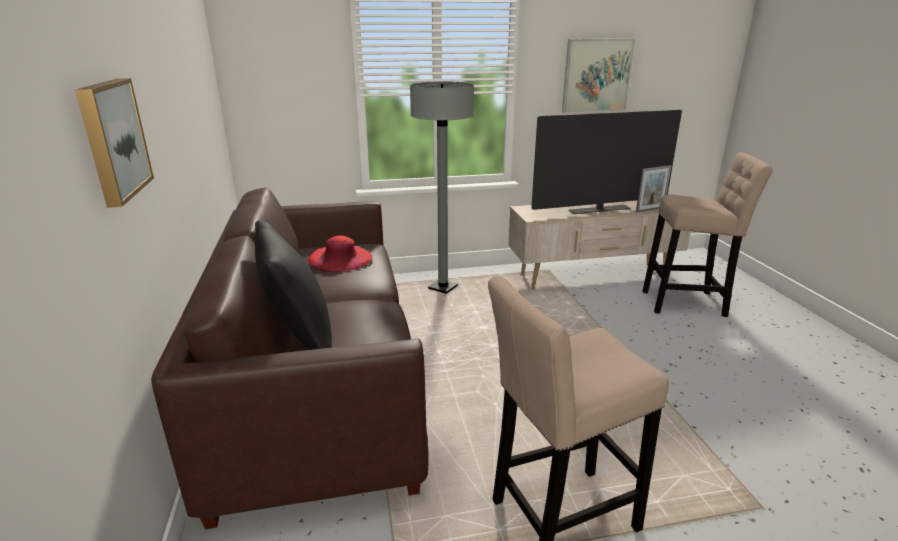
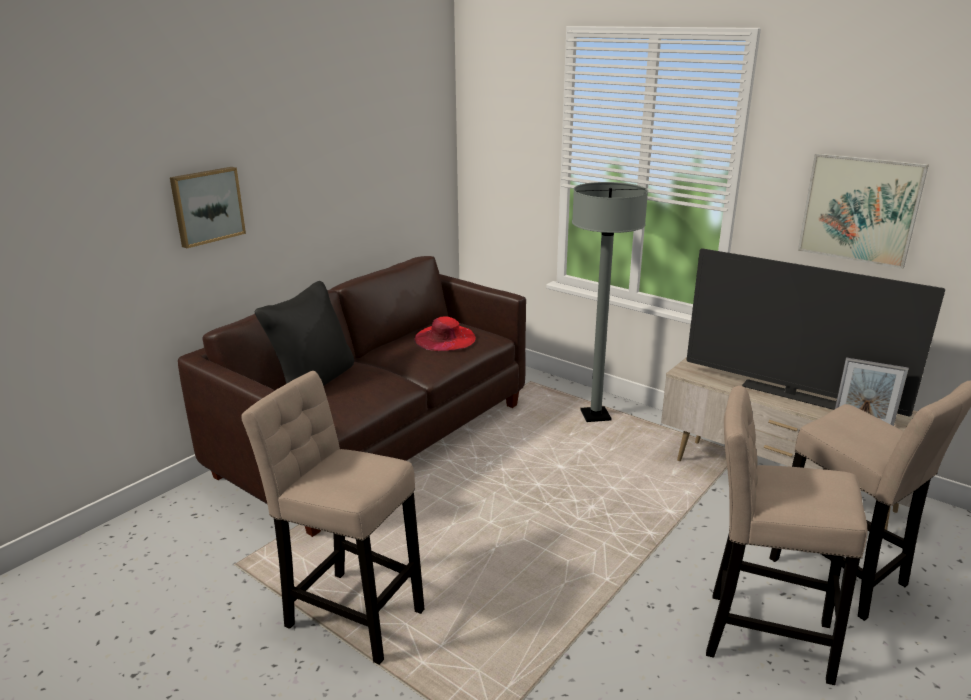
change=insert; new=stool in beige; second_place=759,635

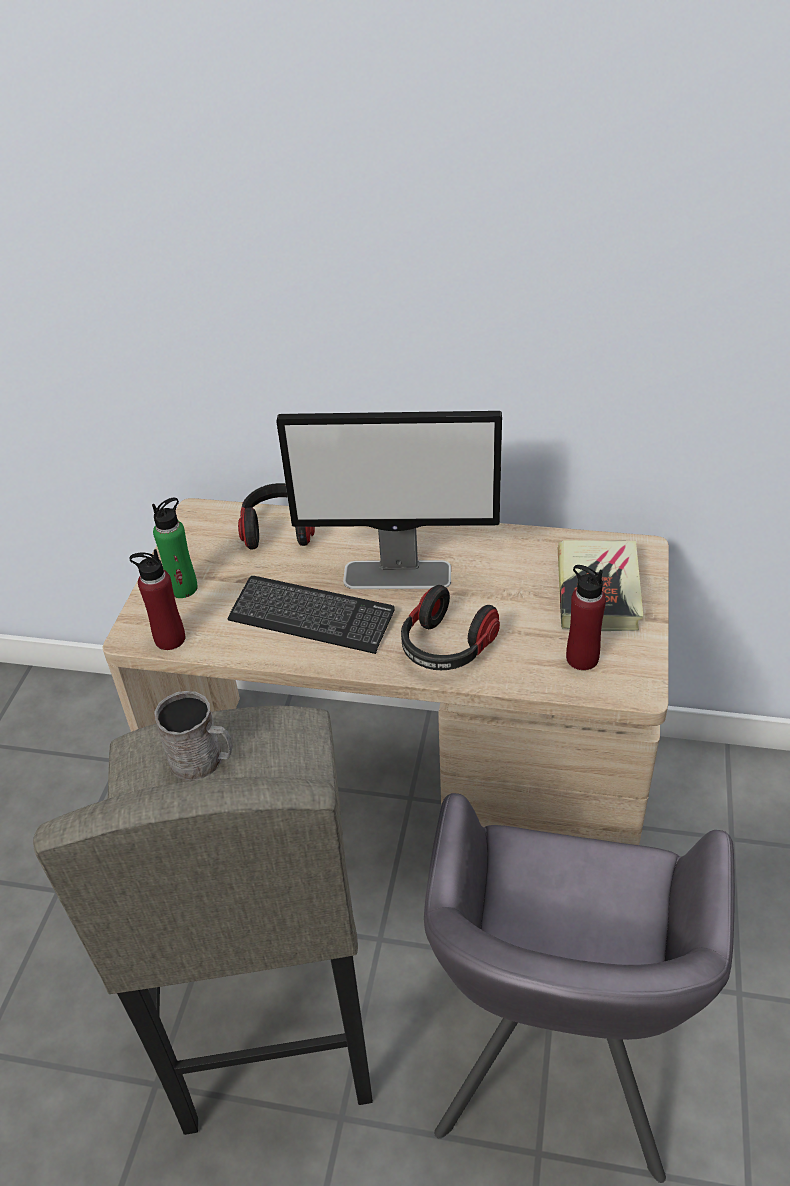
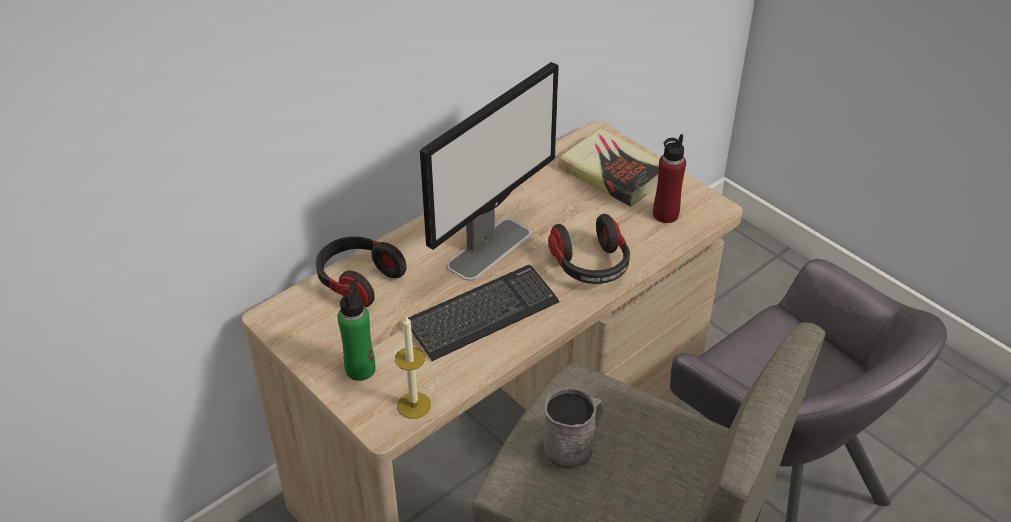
change=replace; old=bottle in red; new=candle; first_place=170,639; second_place=414,405

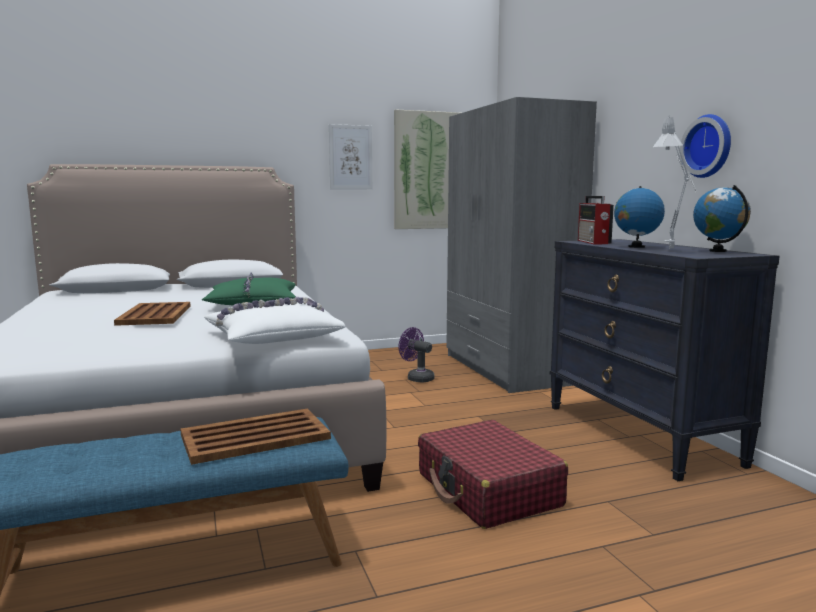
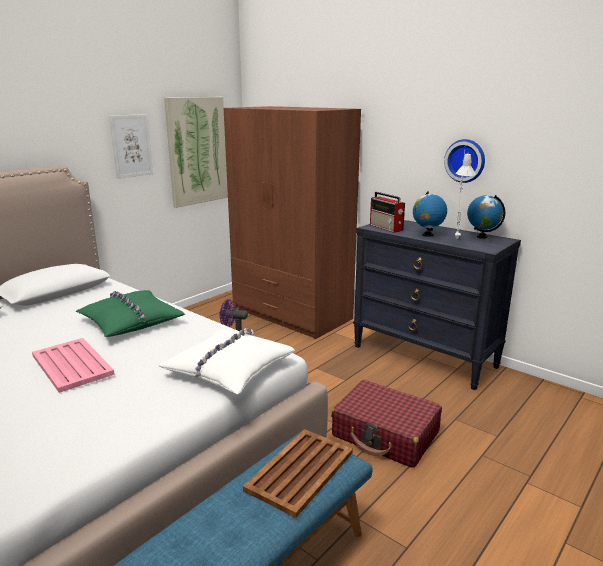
change=recolor; old=tray in brown; new=tray in pink; first_place=155,315; second_place=72,364
change=recolor; old=wardrobe in grey; new=wardrobe in brown; first_place=508,369; second_place=291,314

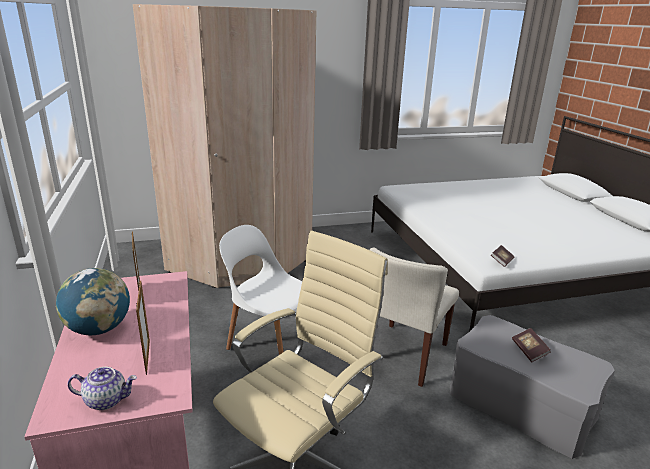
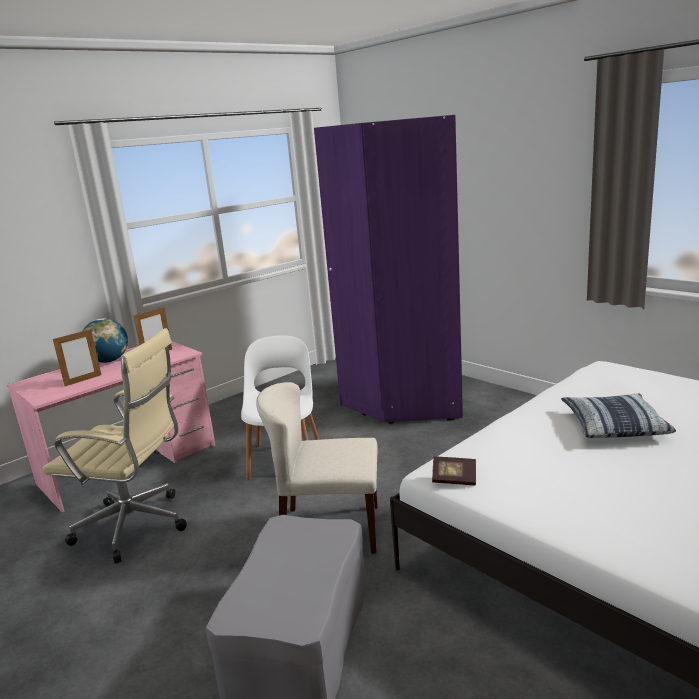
change=delete; old=teapot; first_place=106,400
change=delete; old=book; first_place=529,351
change=insert; new=pillow; second_place=613,425
change=recolor; old=wardrobe in beige; new=wardrobe in purple; first_place=240,262; second_place=400,396

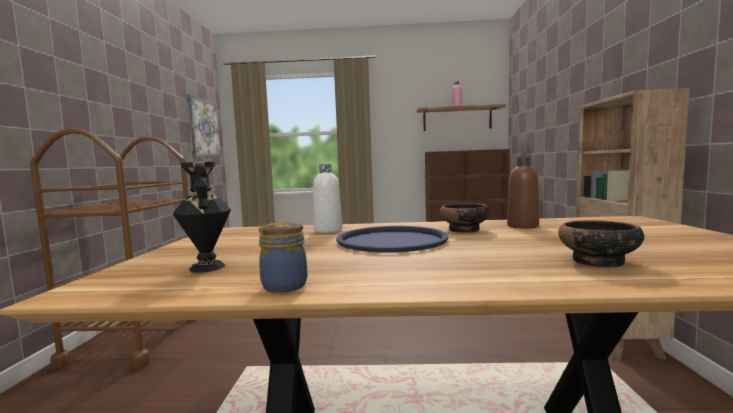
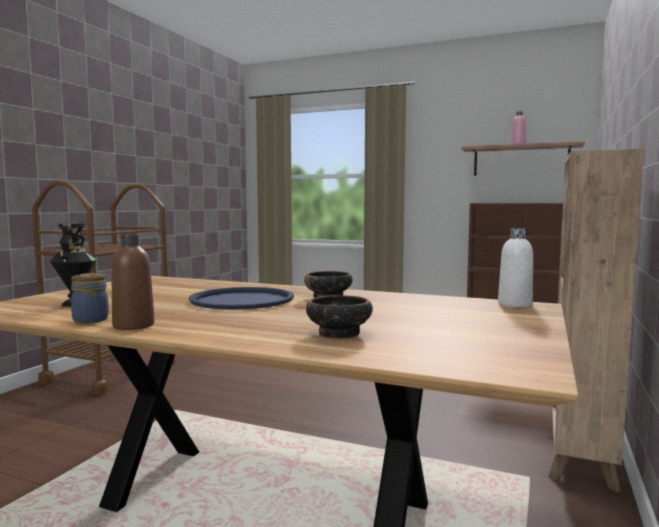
change=delete; old=picture; first_place=203,128
change=move; old=bottle in white; first_place=328,230; second_place=515,304
change=move; old=bottle in brown; first_place=522,226; second_place=133,325

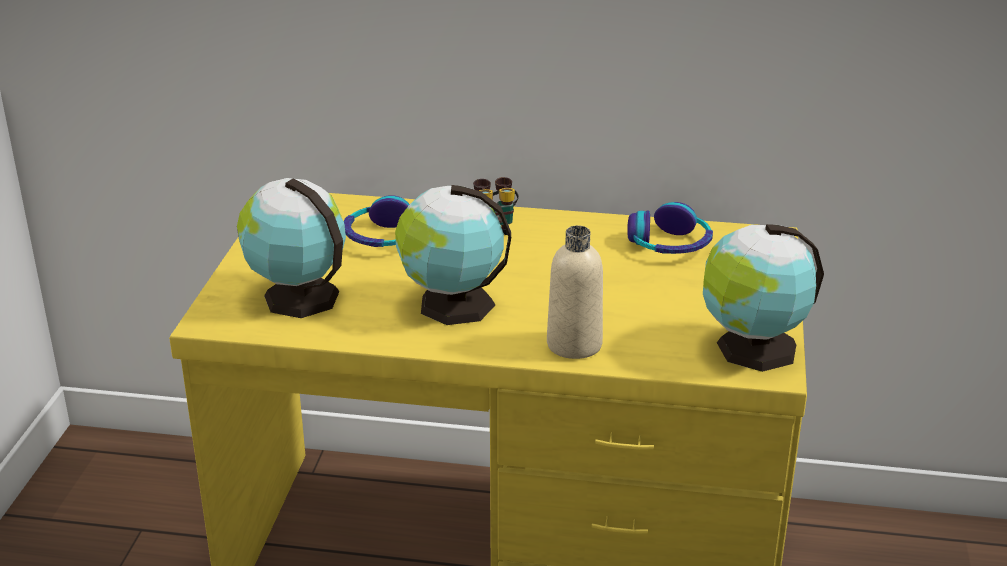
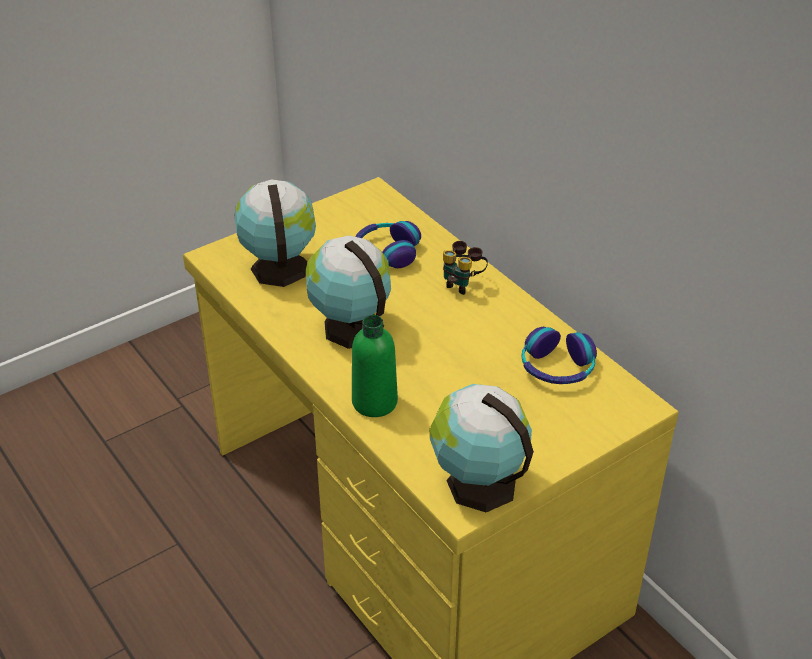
change=recolor; old=bottle in beige; new=bottle in green; first_place=574,344; second_place=374,402

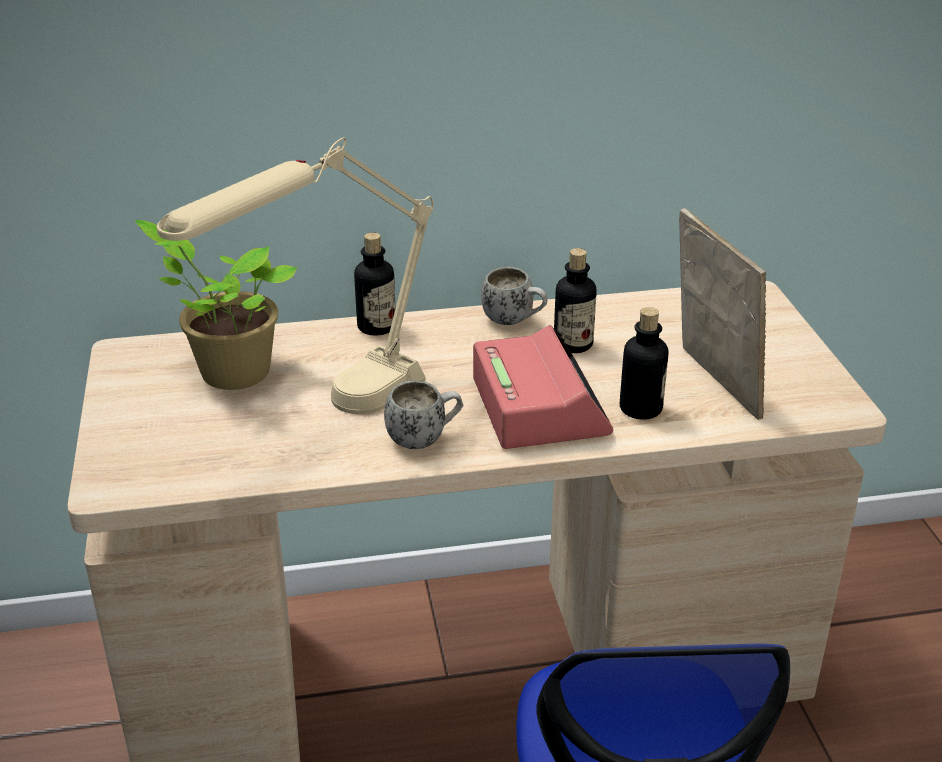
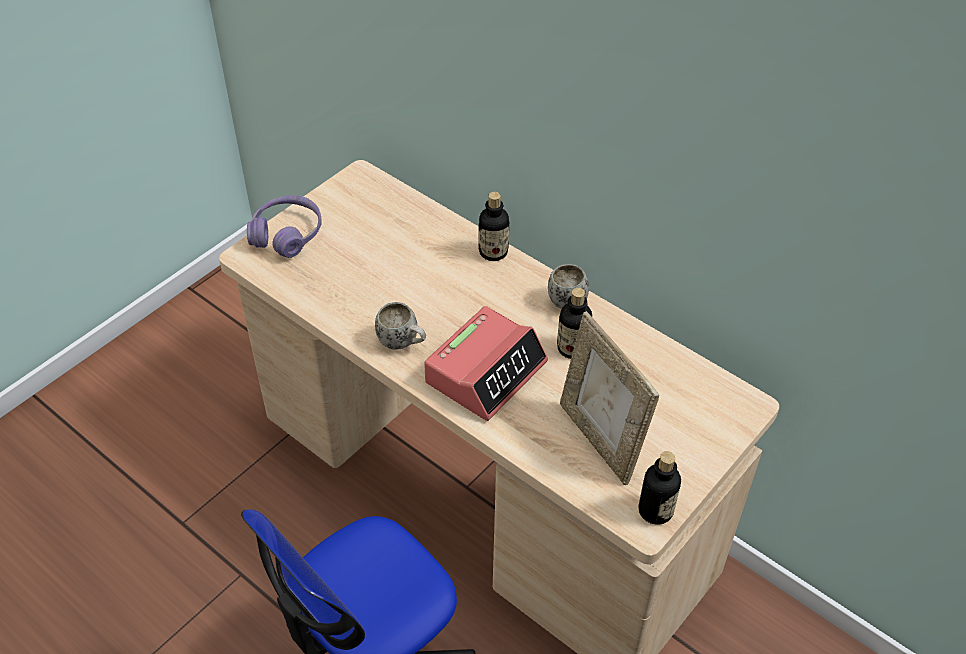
change=delete; old=potted plant; first_place=230,372
change=delete; old=table lamp in beige; first_place=329,417
change=insert; new=headphones in purple; second_place=287,234
change=move; old=bottle; first_place=640,409; second_place=655,511
change=rotate; old=picture frame; first_place=711,384; second_place=600,440; degrees=120

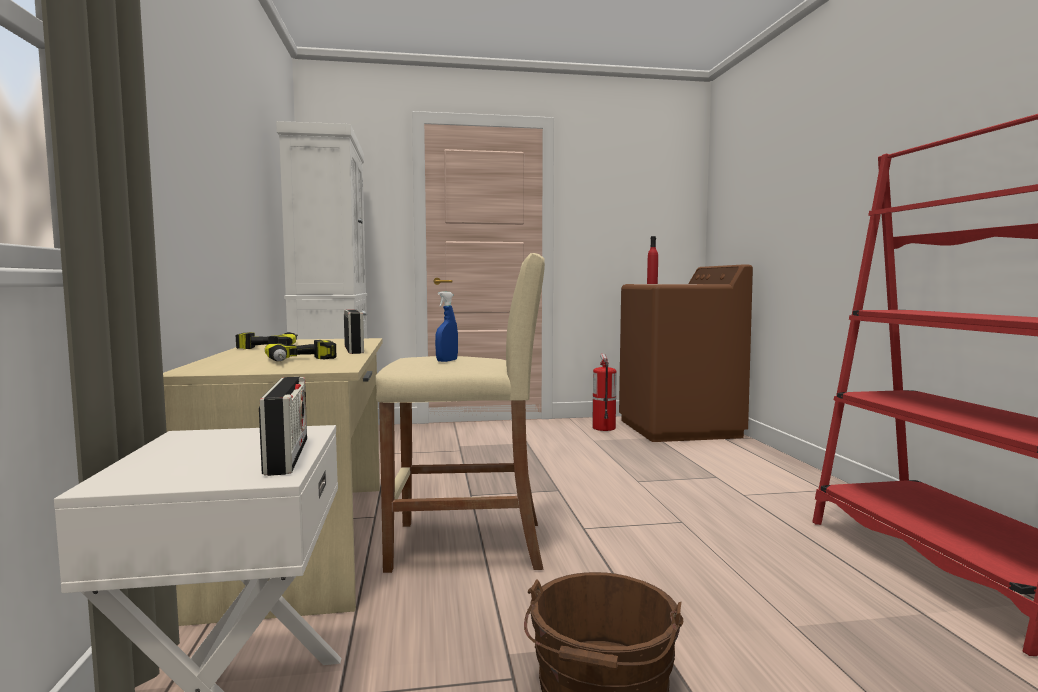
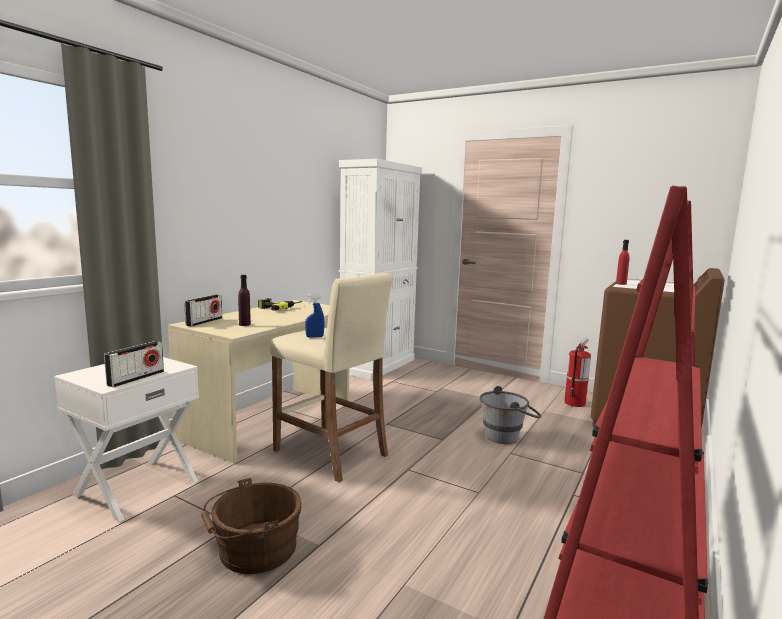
change=insert; new=bucket in grey; second_place=508,436
change=move; old=radio; first_place=354,350; second_place=204,322
change=replace; old=power drill; new=bottle in purple; first_place=303,361; second_place=244,324

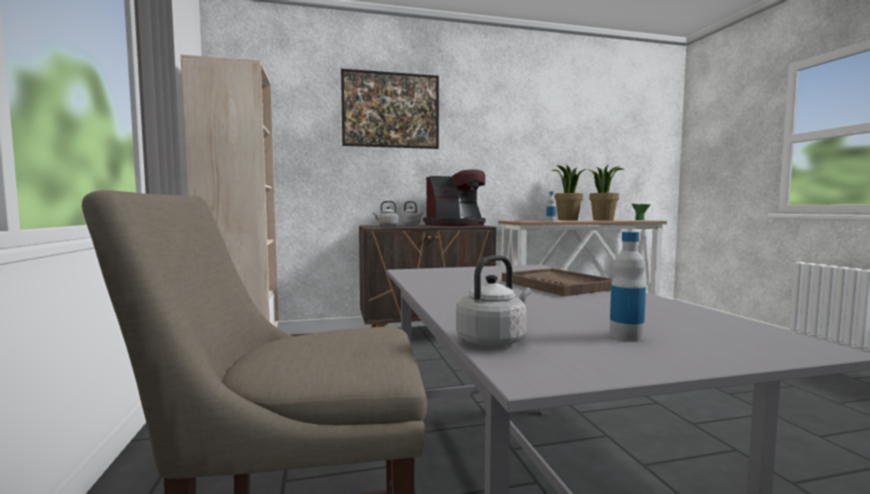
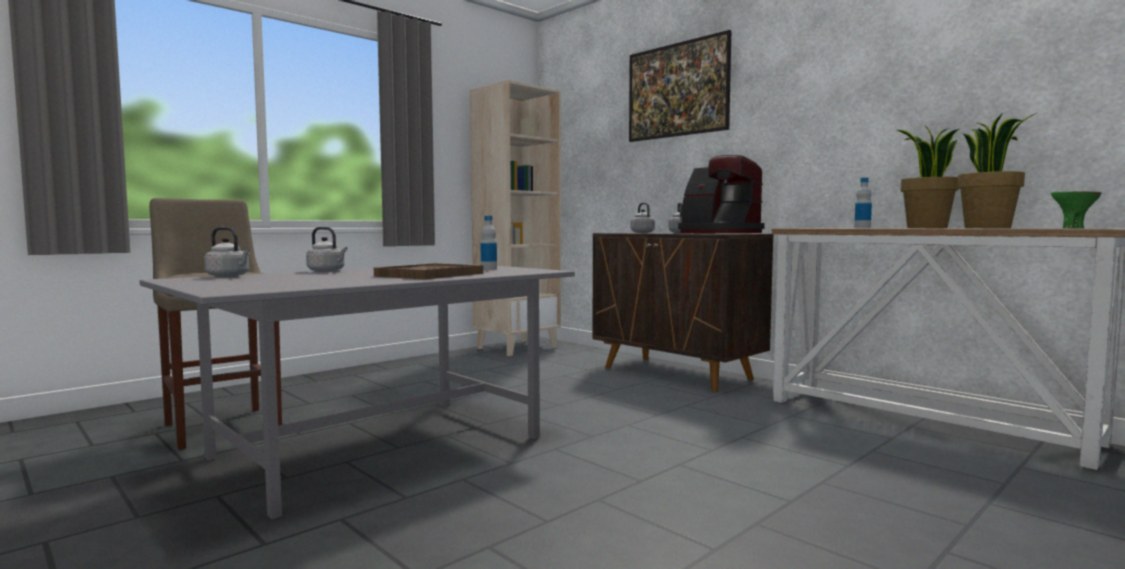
change=insert; new=kettle in grey; second_place=327,271
change=move; old=bottle; first_place=626,336; second_place=489,269

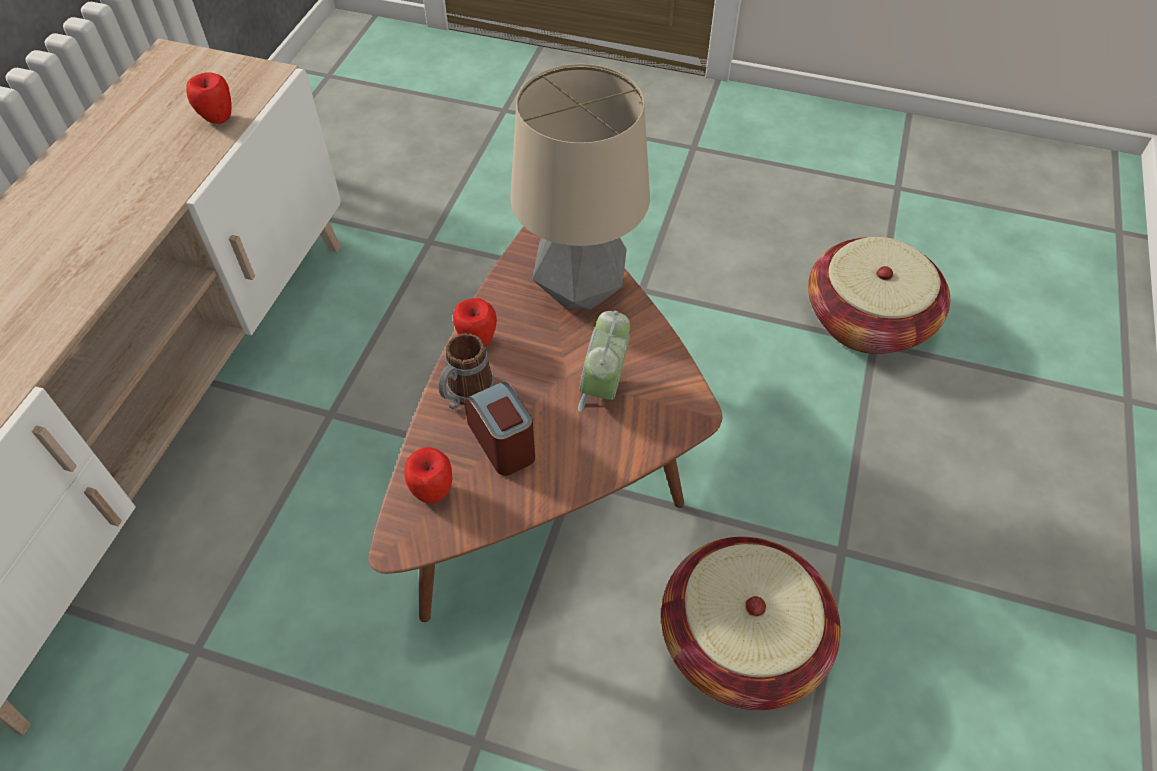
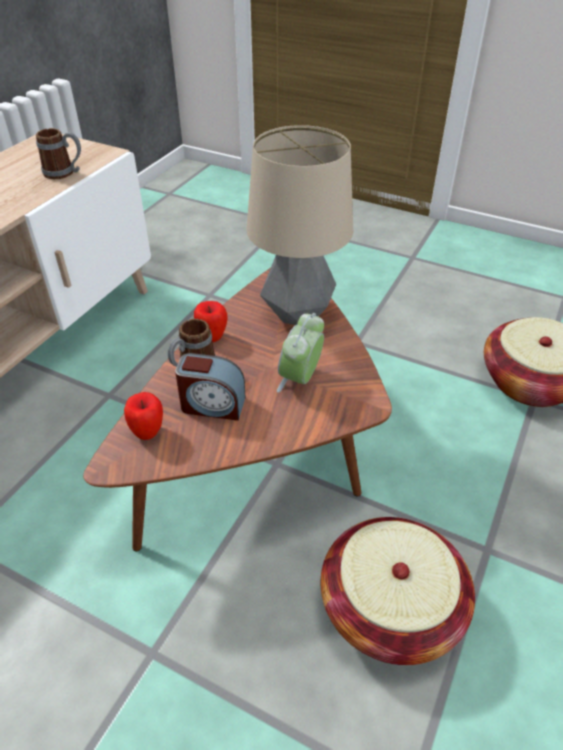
change=replace; old=apple; new=mug; first_place=218,119; second_place=65,173
change=rotate; old=alarm clock; first_place=503,442; second_place=212,405; degrees=120

